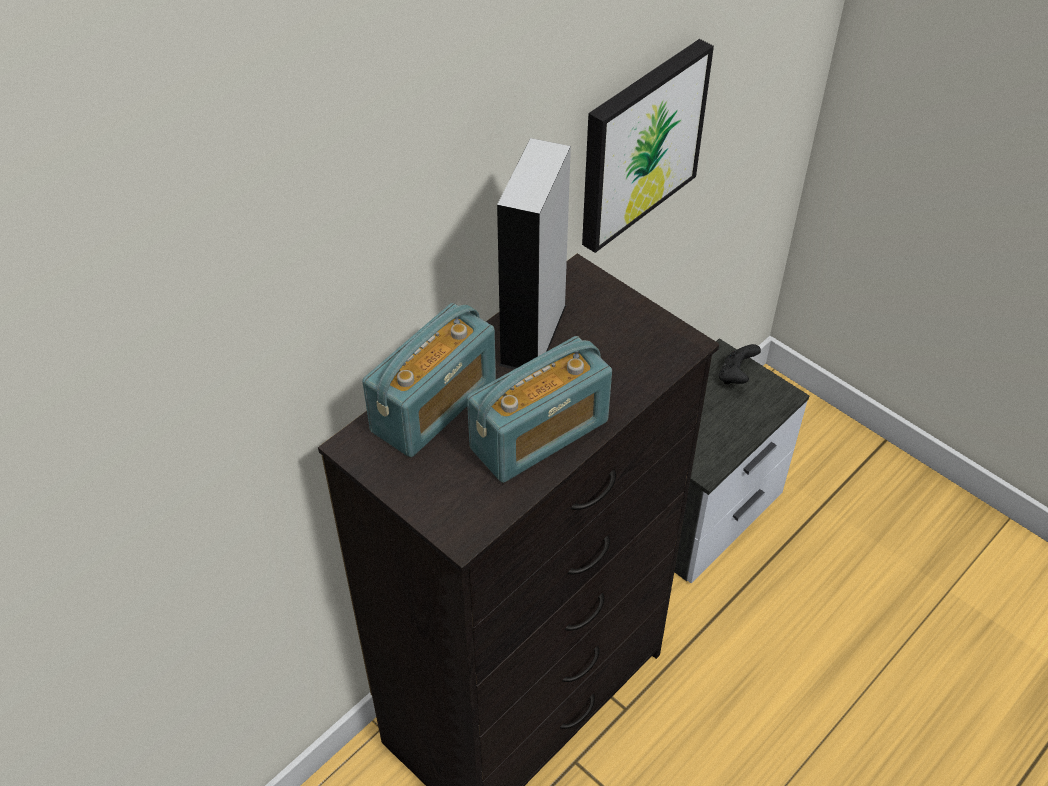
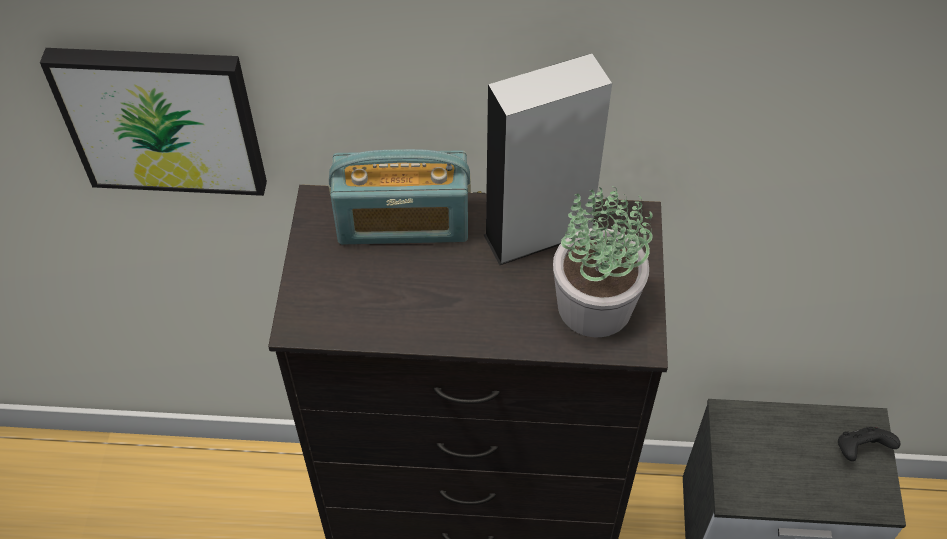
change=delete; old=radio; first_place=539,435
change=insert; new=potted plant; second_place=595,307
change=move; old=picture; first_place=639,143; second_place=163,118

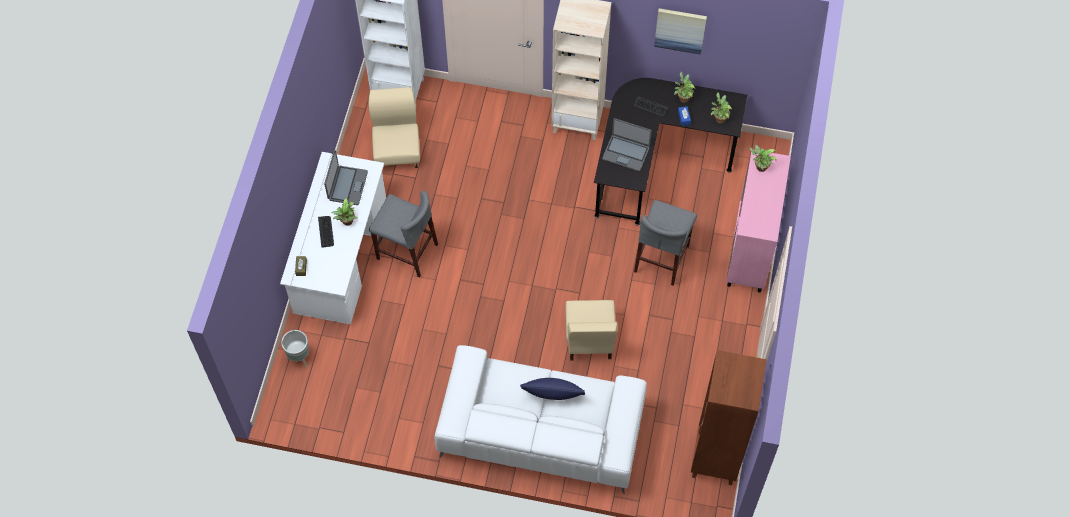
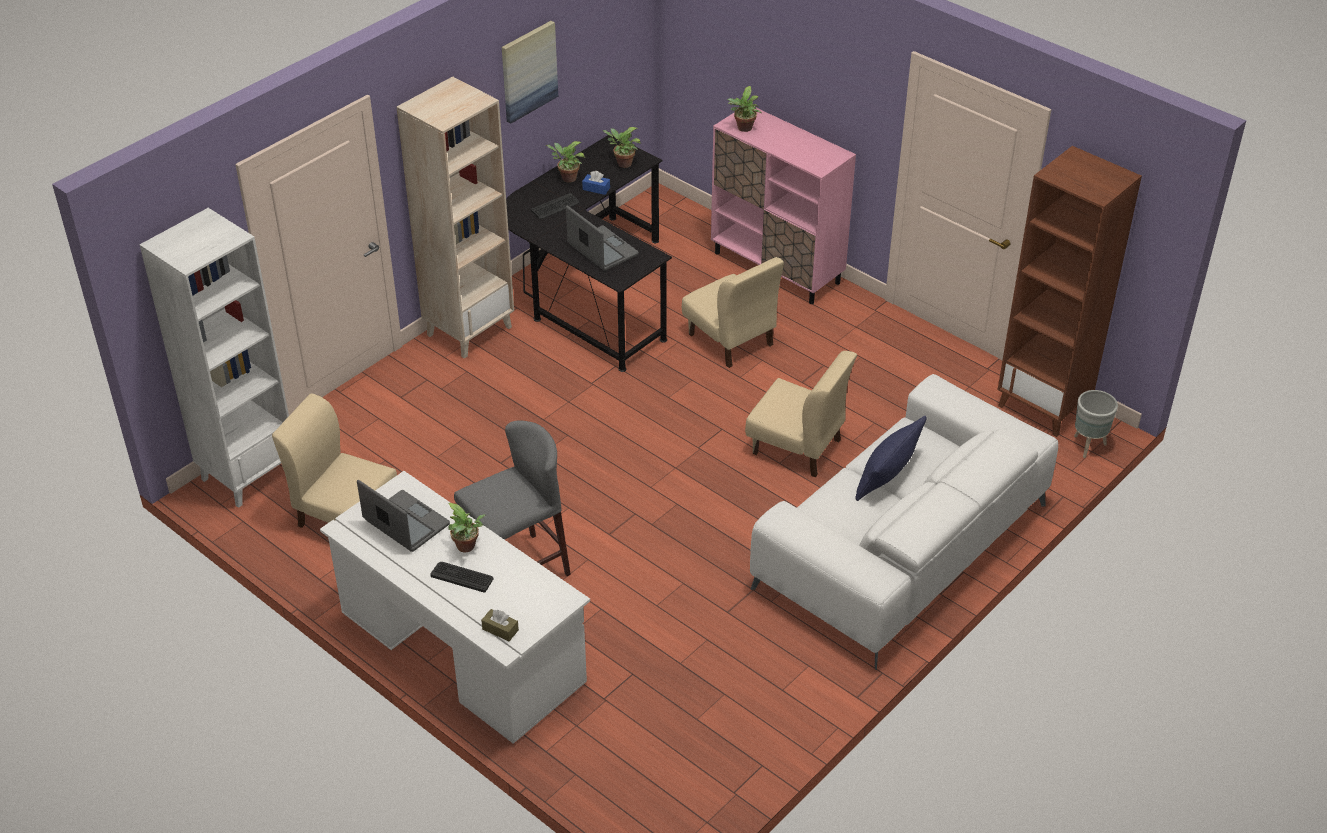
change=move; old=planter in grey; first_place=299,357; second_place=1087,446
change=replace; old=stool in grey; new=chair in beige; first_place=662,258; second_place=731,340
change=rotate; old=laptop; first_place=626,153; second_place=602,250; degrees=-90

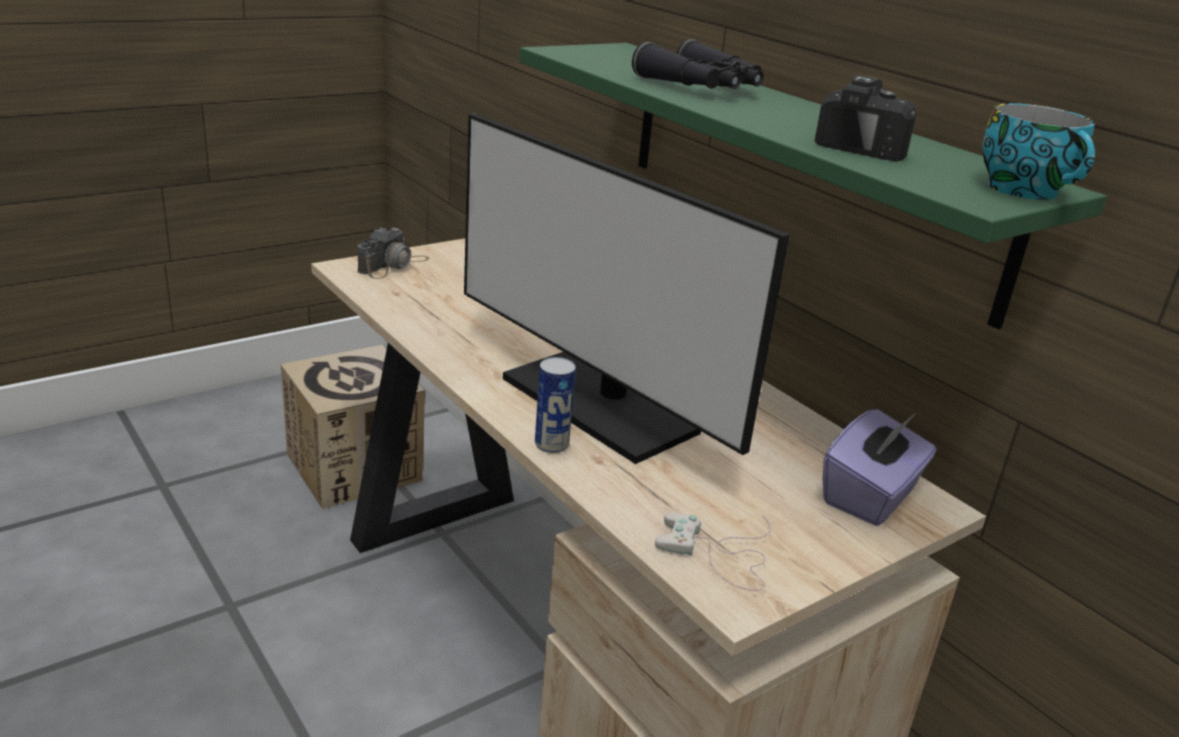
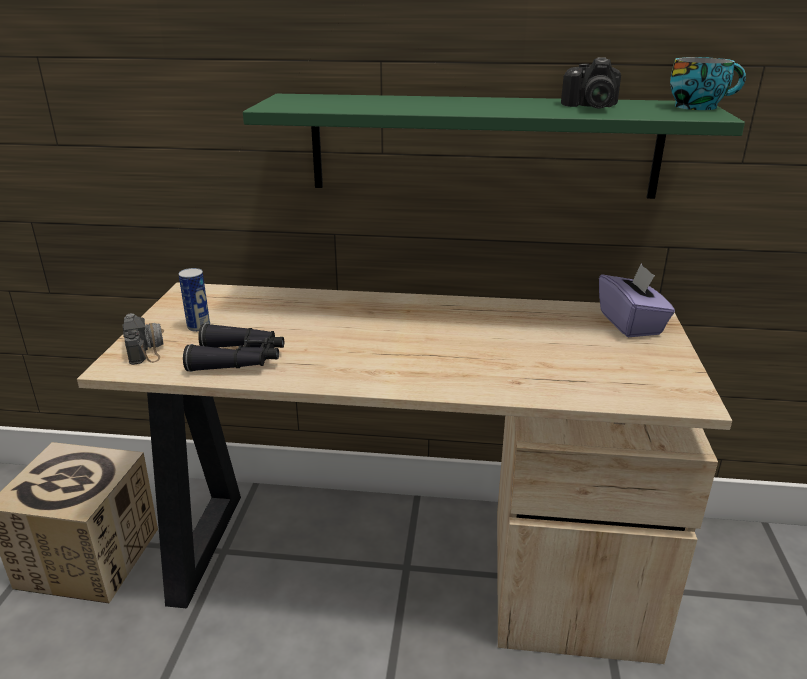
change=delete; old=monitor; first_place=598,405
change=delete; old=game controller in white; first_place=719,554
change=move; old=can; first_place=551,444; second_place=199,327
change=move; old=binoculars in black; first_place=702,87; second_place=239,359
change=rotate; old=photo camera; first_place=869,144; second_place=588,107; degrees=-150

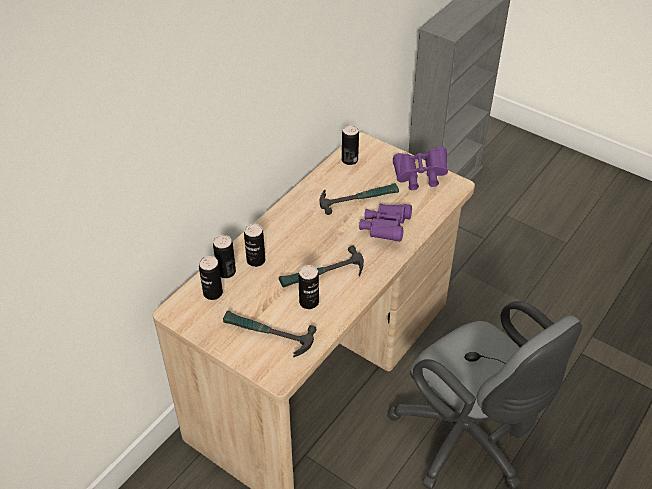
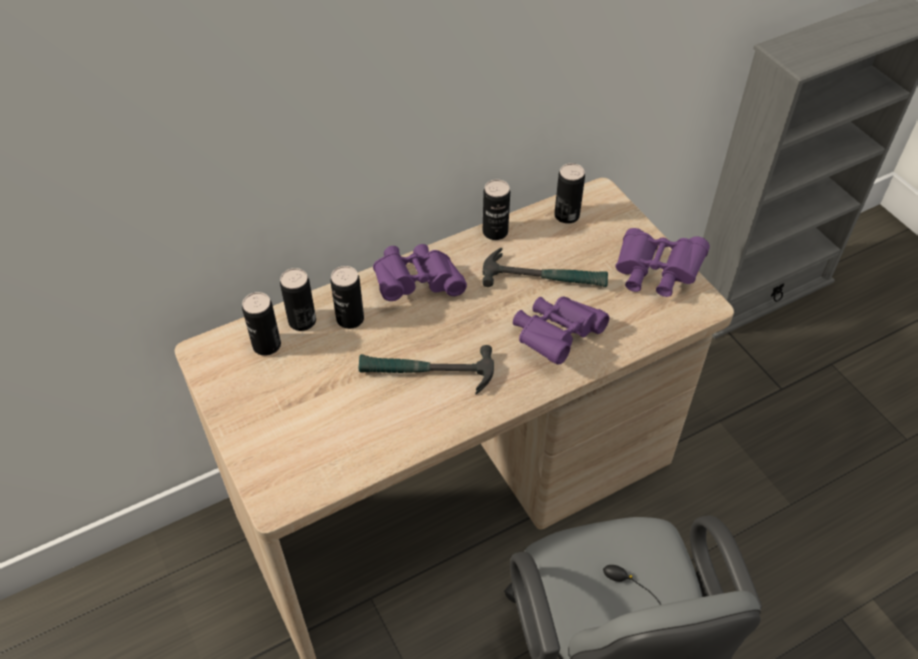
change=delete; old=hammer; first_place=267,334
change=insert; new=binoculars in purple; second_place=417,283
change=move; old=can; first_place=309,302; second_place=495,232

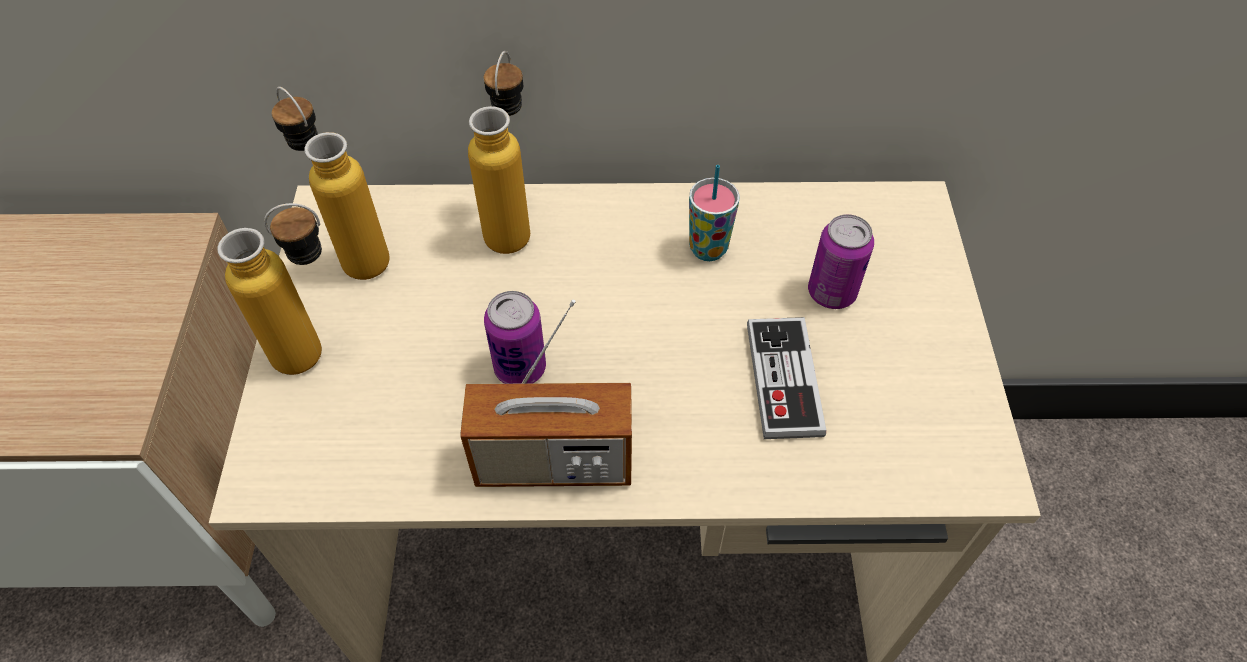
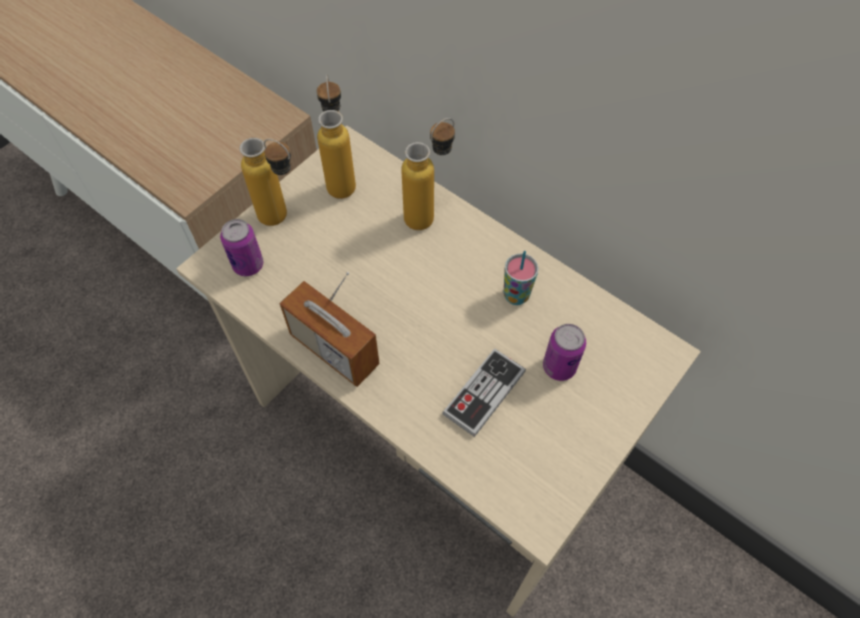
change=move; old=can; first_place=520,368; second_place=248,265

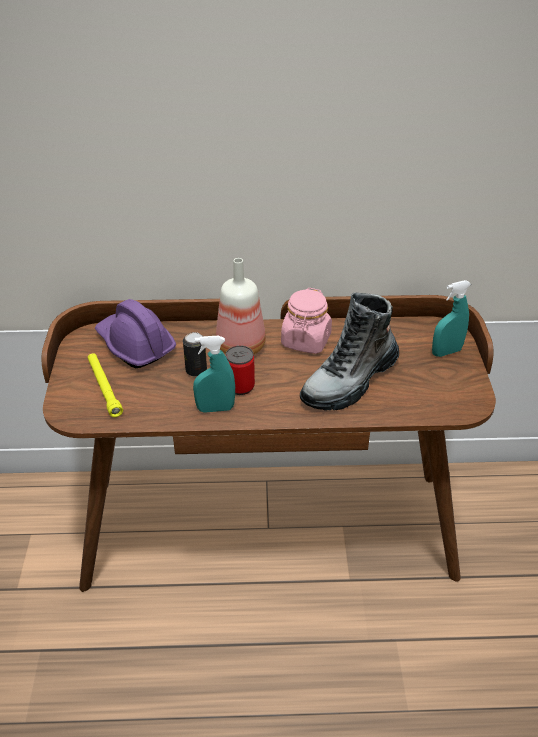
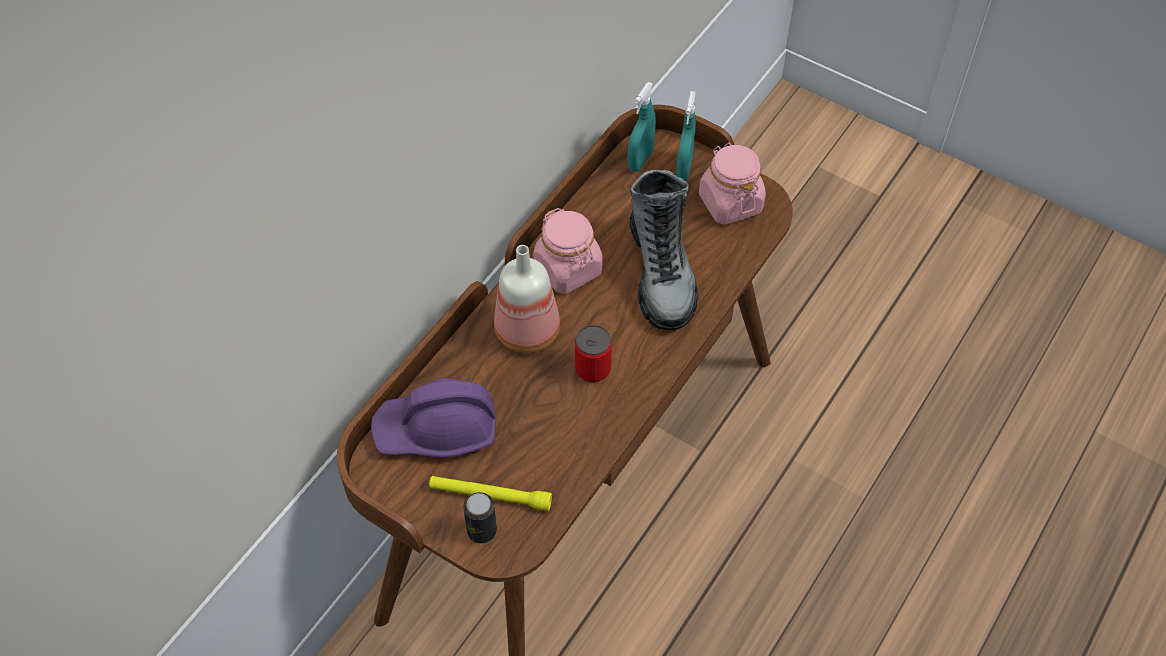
change=insert; new=jar in pink; second_place=730,203
change=move; old=can; first_place=196,370; second_place=482,531
change=move; old=spray bottle in turquoise; first_place=215,408; second_place=640,160

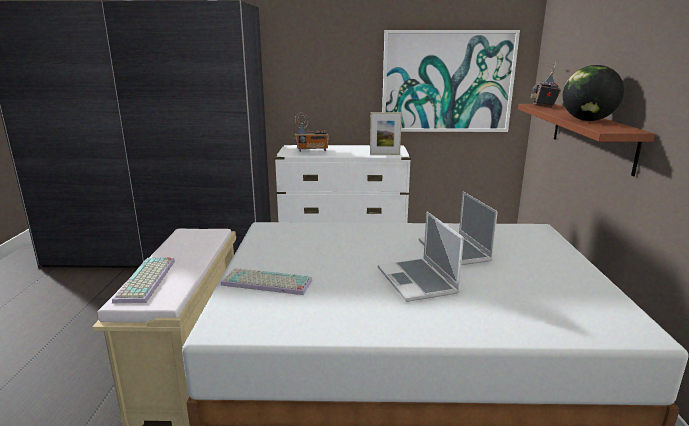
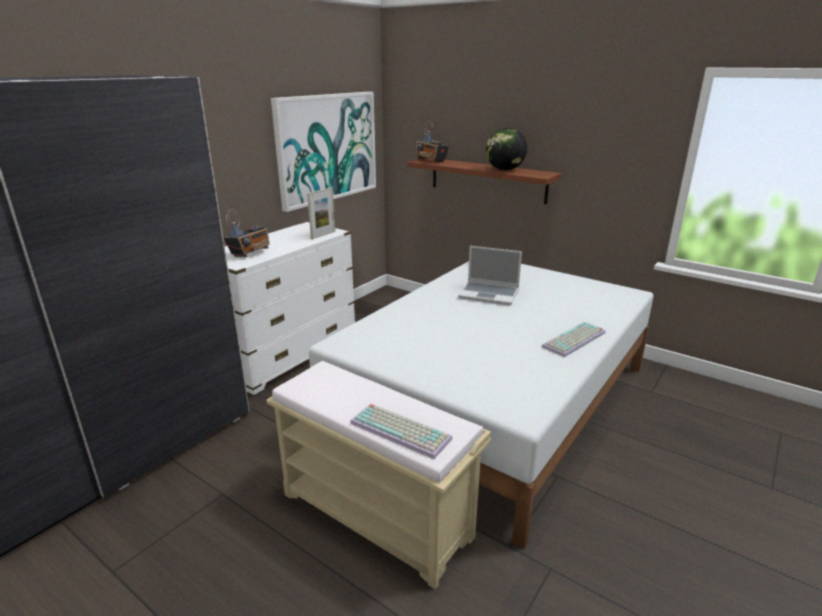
change=delete; old=laptop; first_place=418,281
change=move; old=keyboard; first_place=265,283; second_place=574,340

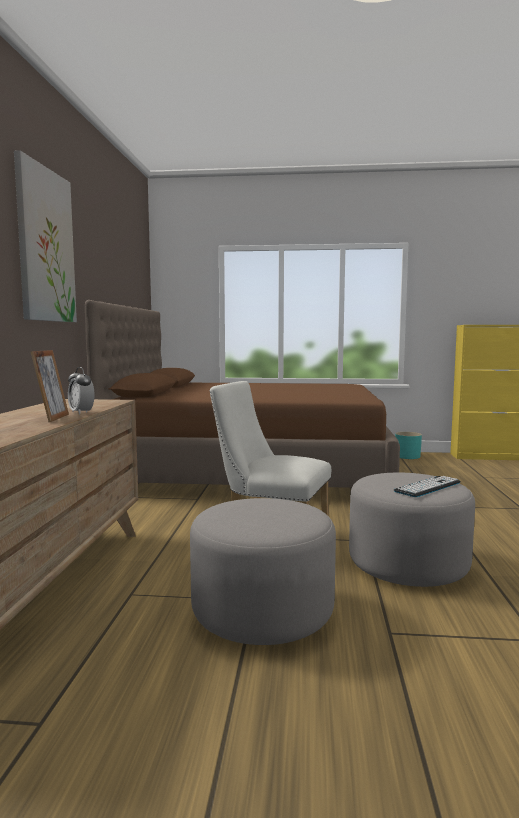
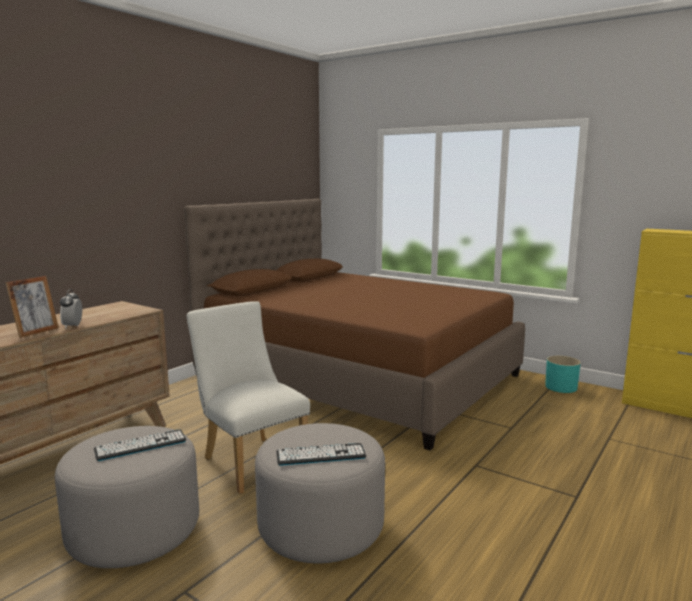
change=delete; old=picture; first_place=45,246
change=insert; new=keyboard; second_place=141,445

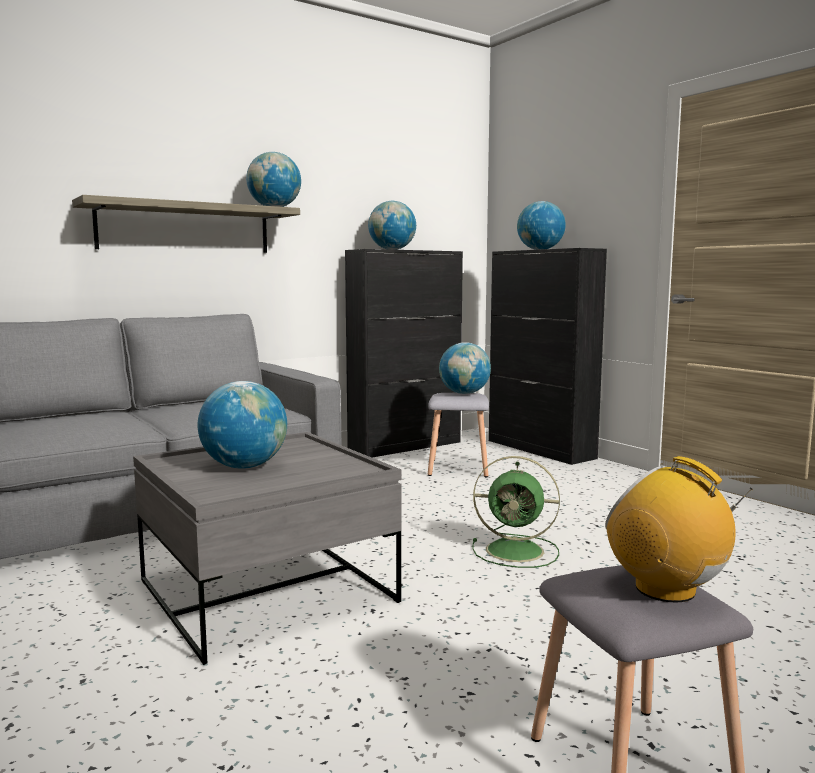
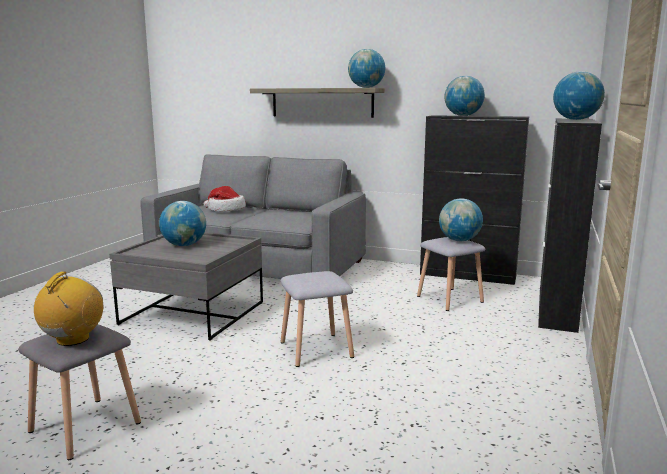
change=insert; new=hat; second_place=225,209
change=replace; old=fan in green; new=stool in grey; first_place=517,551; second_place=317,350

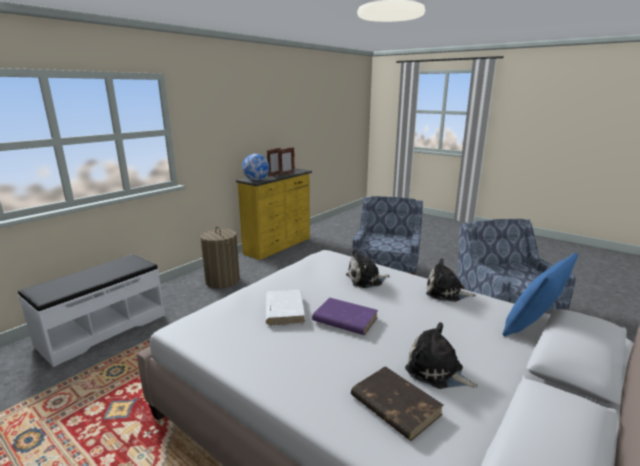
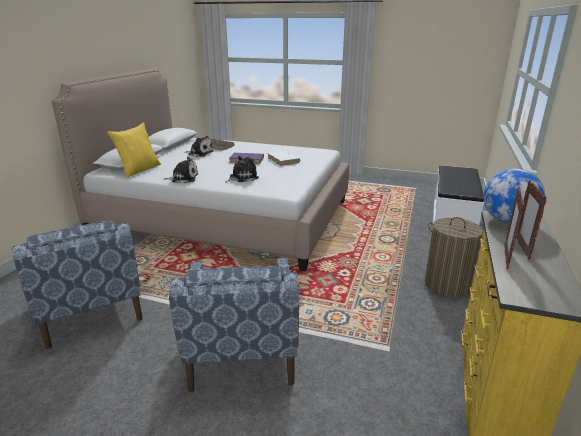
change=recolor; old=pillow in blue; new=pillow in yellow; first_place=532,326; second_place=139,170

